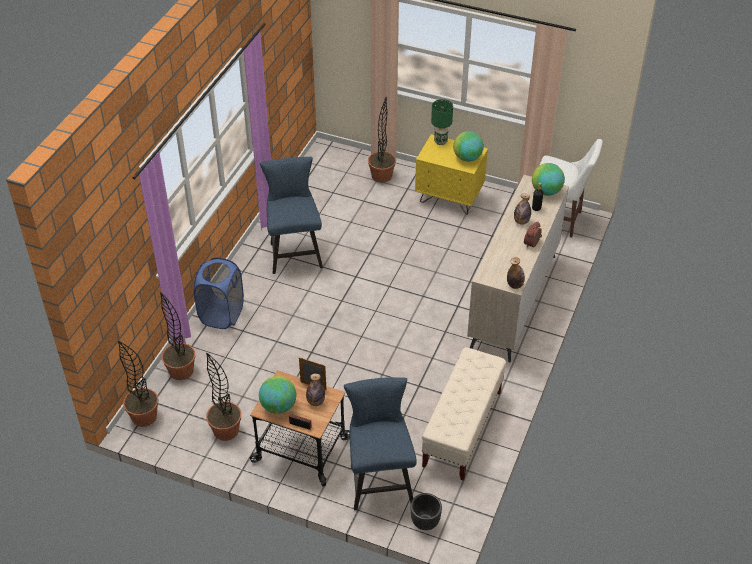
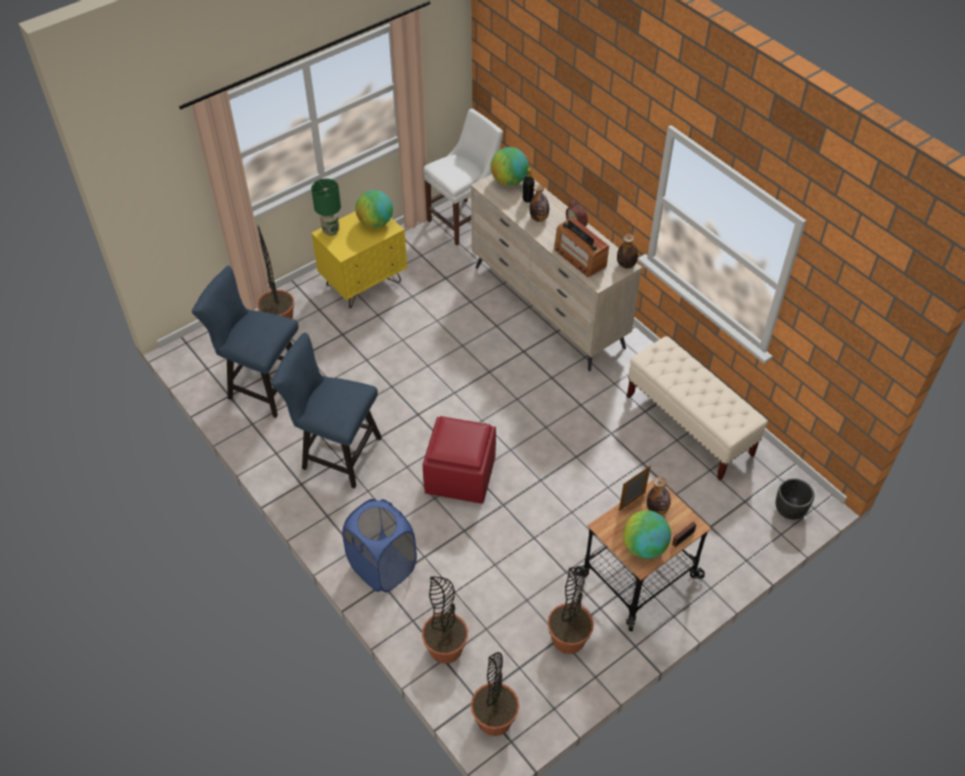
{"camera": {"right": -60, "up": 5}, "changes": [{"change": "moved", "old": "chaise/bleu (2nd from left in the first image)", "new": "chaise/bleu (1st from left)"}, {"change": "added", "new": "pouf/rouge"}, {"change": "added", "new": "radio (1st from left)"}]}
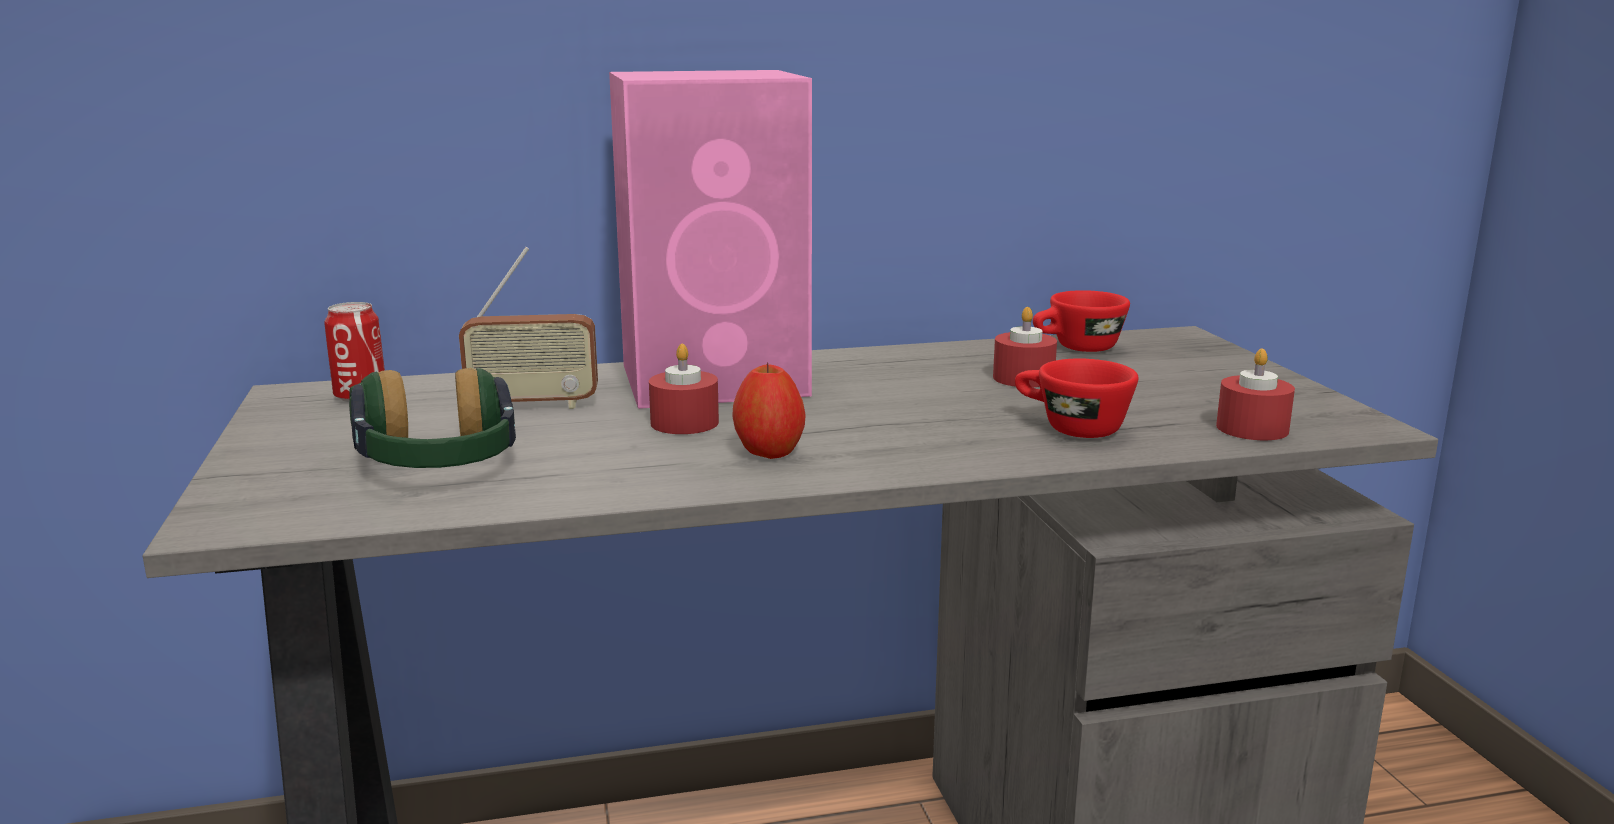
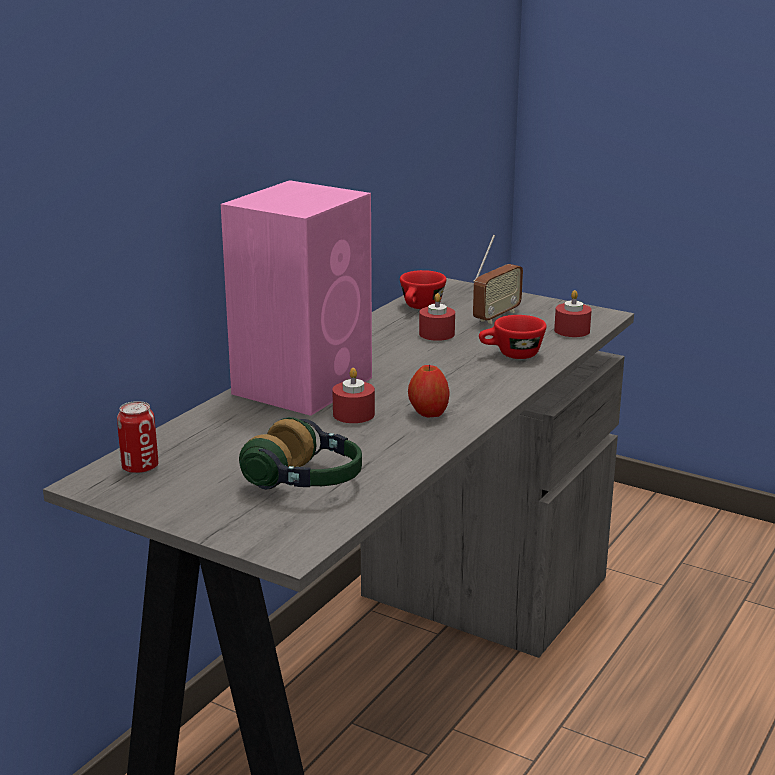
{"camera": {"right": -45, "up": 5}, "changes": [{"change": "moved", "old": "radio"}]}
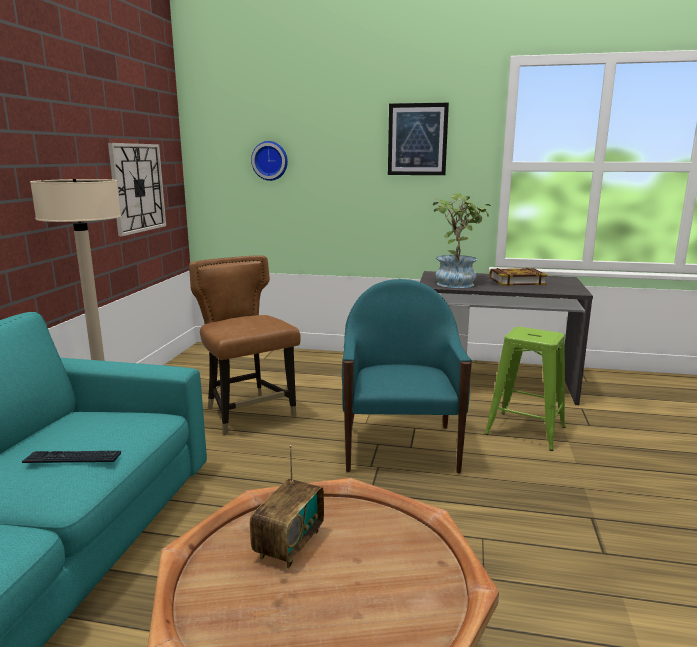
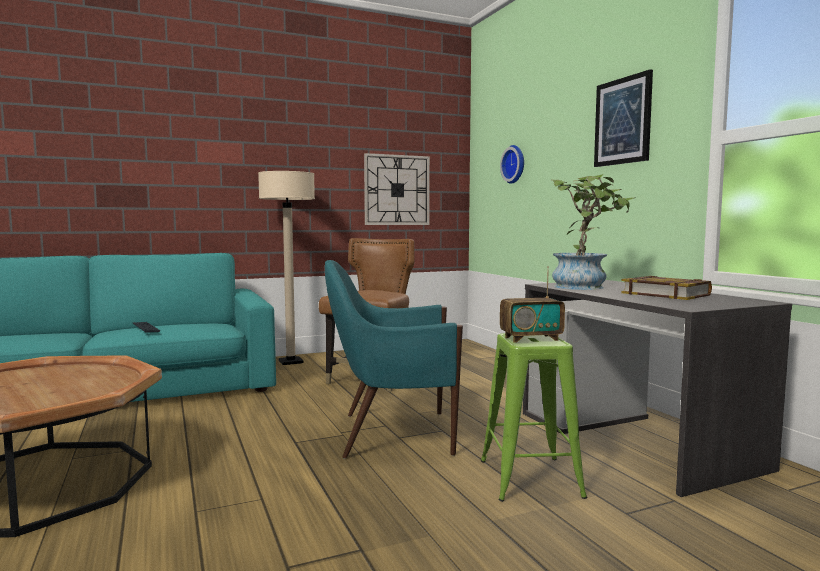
{"camera": {"right": 55, "up": -10}, "changes": [{"change": "moved", "old": "radio"}, {"change": "turned", "old": "fauteuil/turquoise", "degrees": -150}]}
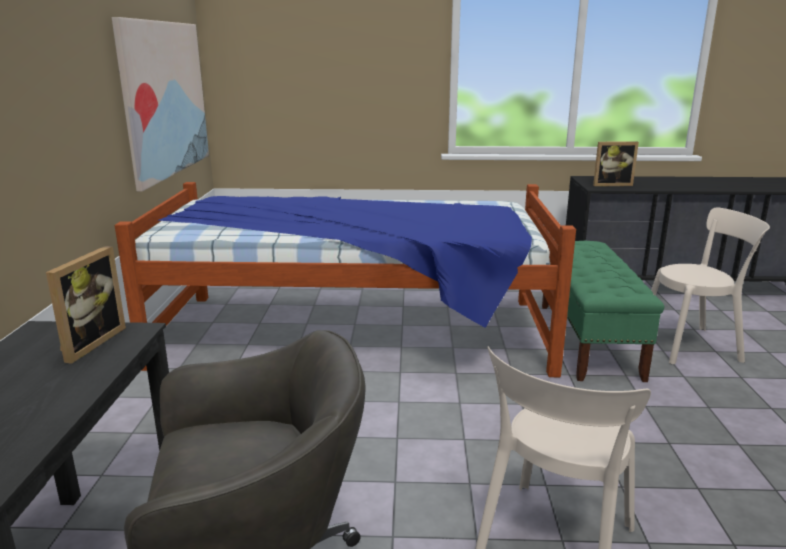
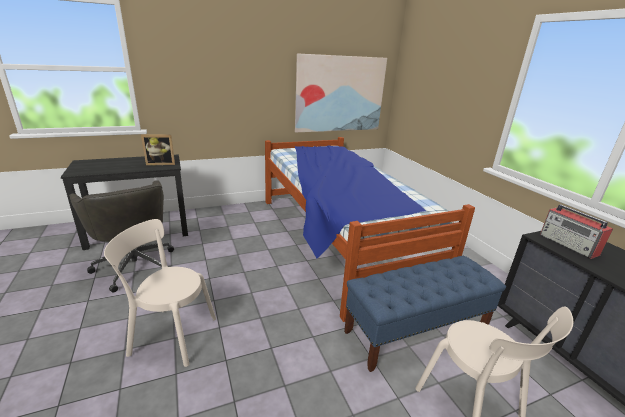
{"camera": {"right": 65, "up": 5}, "changes": [{"change": "recoloured", "old": "banc/vert", "new": "banc/bleu"}, {"change": "replaced", "old": "cadre photo (2nd from left)", "new": "radio"}]}
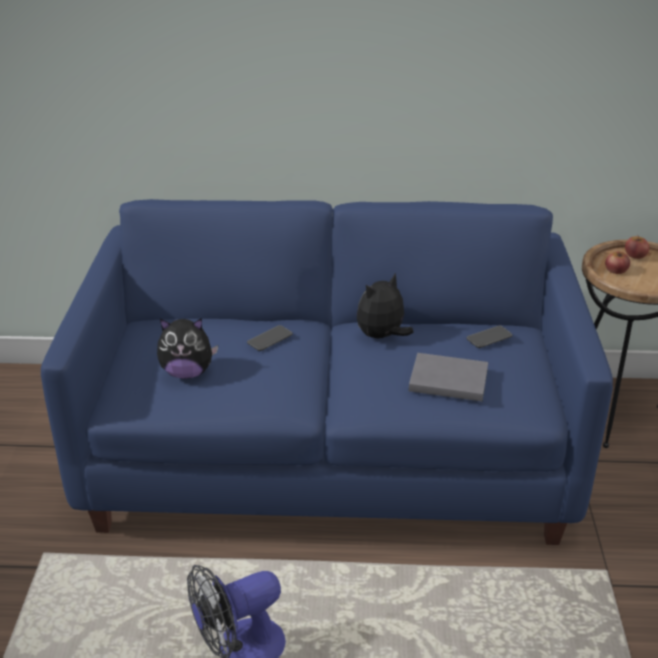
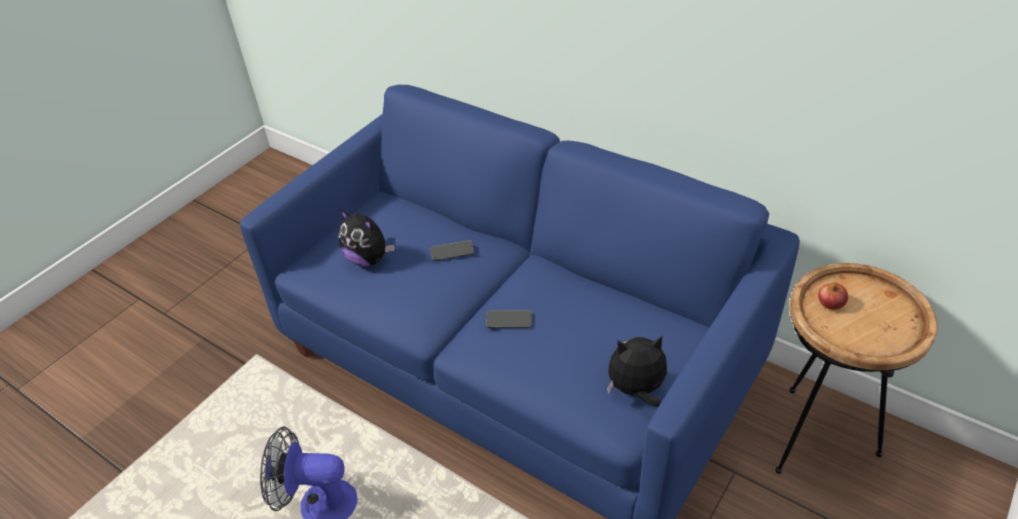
{"camera": {"right": 35, "up": 10}, "changes": [{"change": "moved", "old": "peluche (2nd from left)"}, {"change": "removed", "old": "livre/gris"}, {"change": "moved", "old": "téléphone (2nd from left)"}, {"change": "removed", "old": "pomme (2nd from left)"}]}
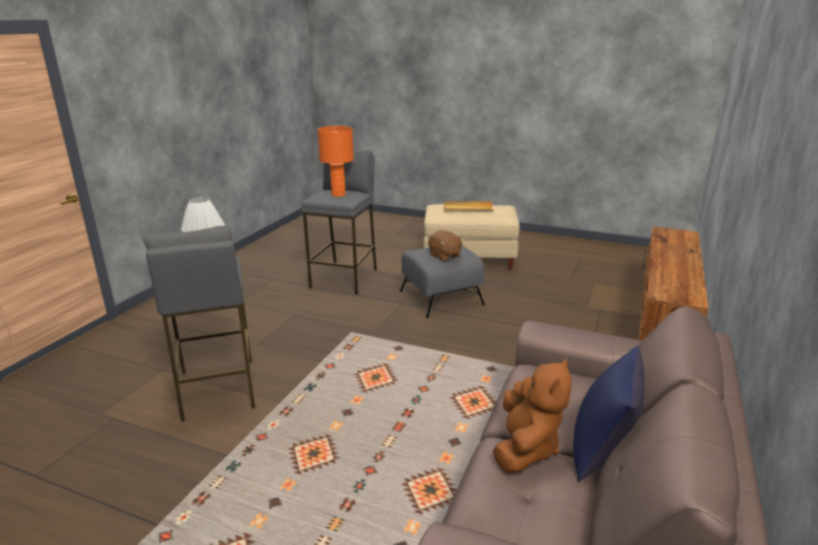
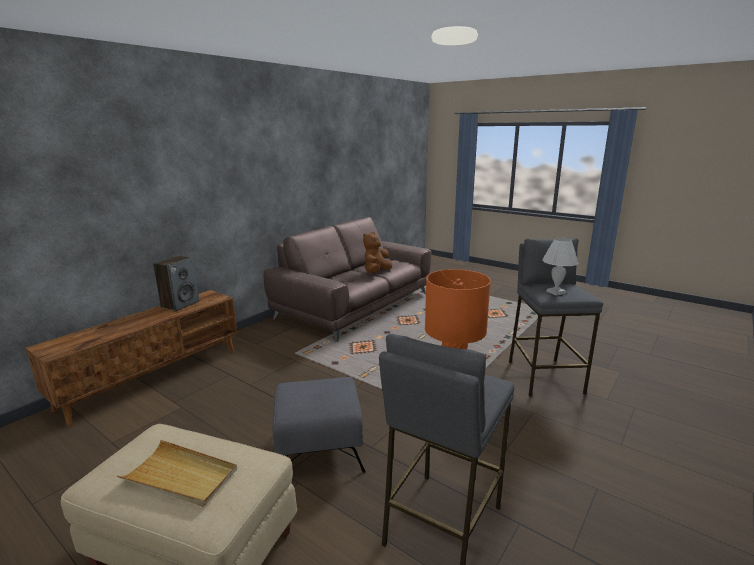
{"camera": {"right": -165, "up": -5}, "changes": [{"change": "removed", "old": "peluche/marron (1st from left)"}, {"change": "removed", "old": "coussin/bleu"}, {"change": "added", "new": "enceinte"}]}
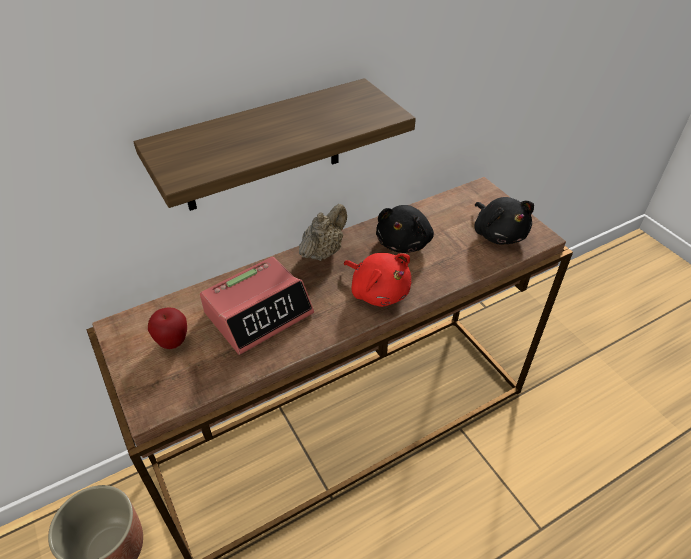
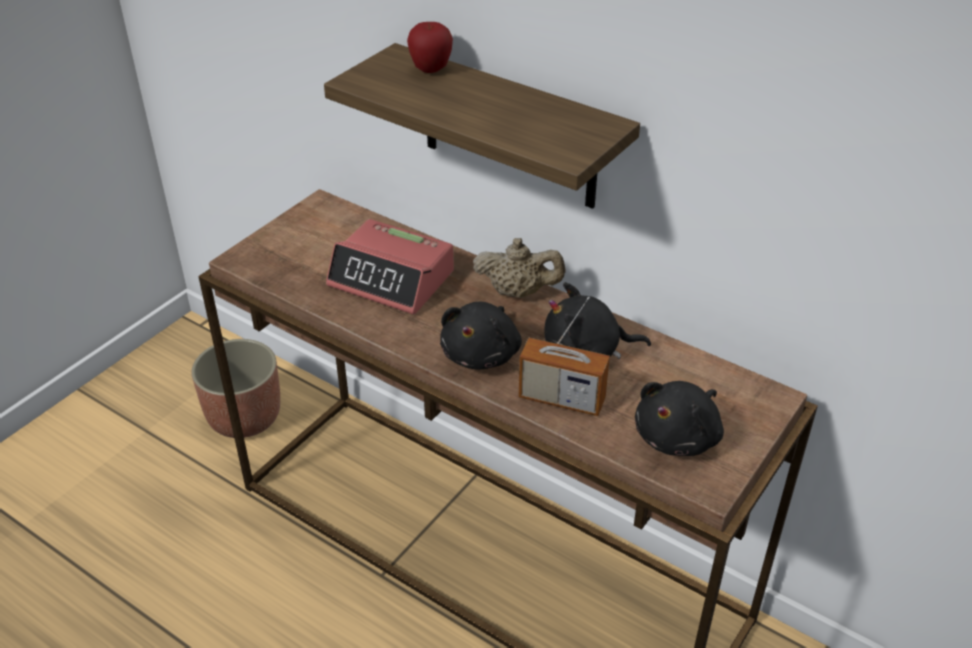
{"camera": {"right": 65, "up": -5}, "changes": [{"change": "moved", "old": "pomme"}, {"change": "recoloured", "old": "peluche/rouge", "new": "peluche/noir (1st from left)"}, {"change": "added", "new": "radio"}]}
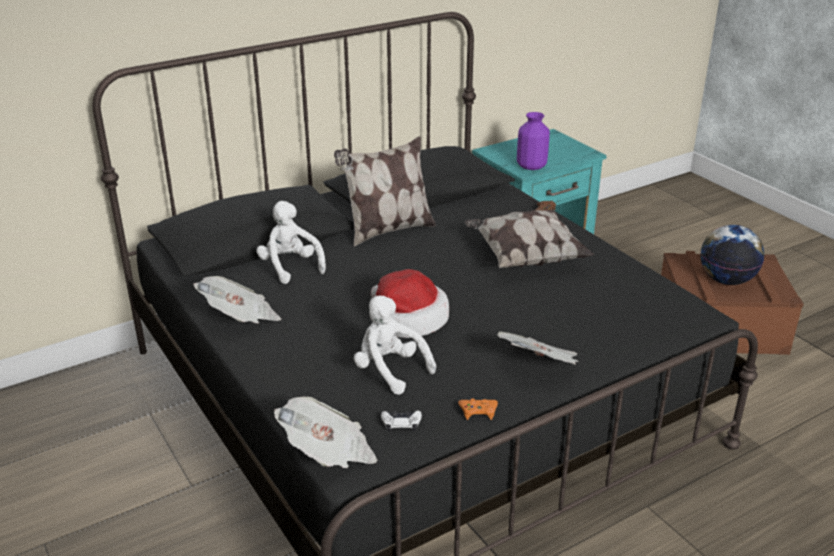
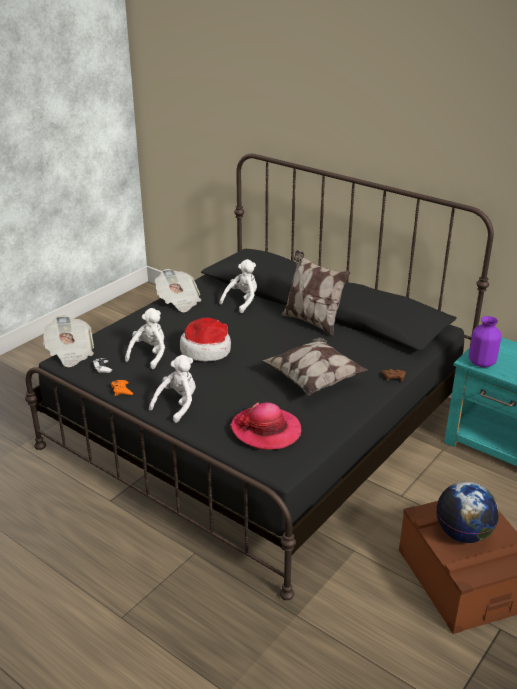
{"camera": {"right": 70, "up": 0}, "changes": [{"change": "replaced", "old": "journal (3rd from left)", "new": "peluche/blanc (2nd from left)"}, {"change": "added", "new": "chapeau (2nd from left)"}]}
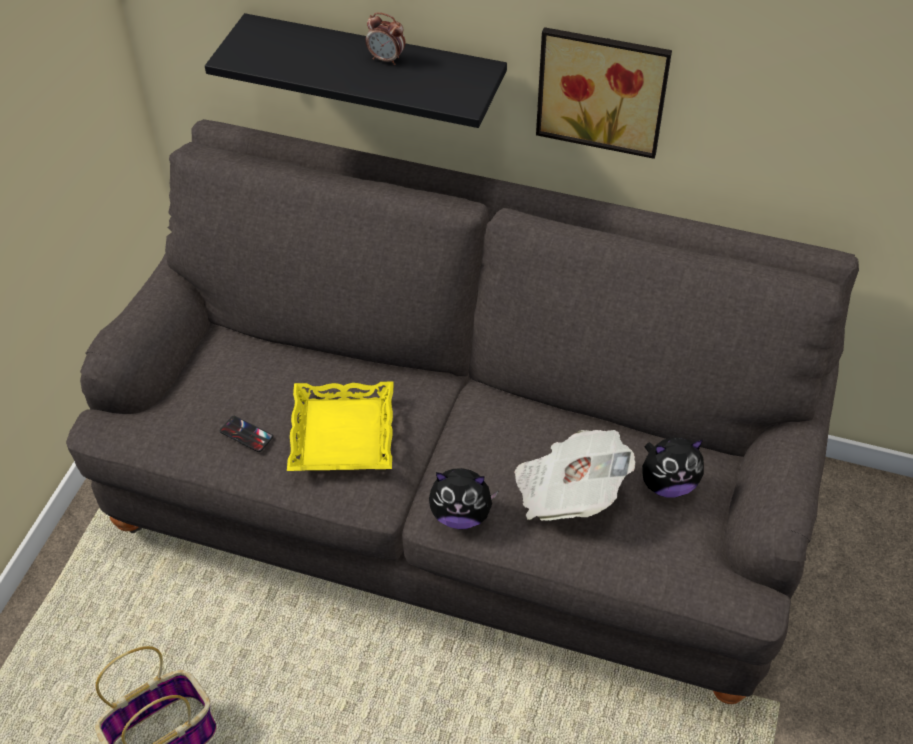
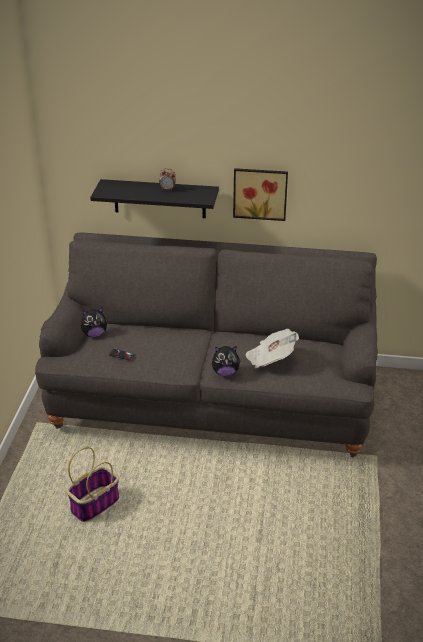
{"camera": {"right": -10, "up": -15}, "changes": [{"change": "removed", "old": "plateau/jaune"}, {"change": "moved", "old": "peluche (2nd from left in the first image)", "new": "peluche (1st from left)"}]}
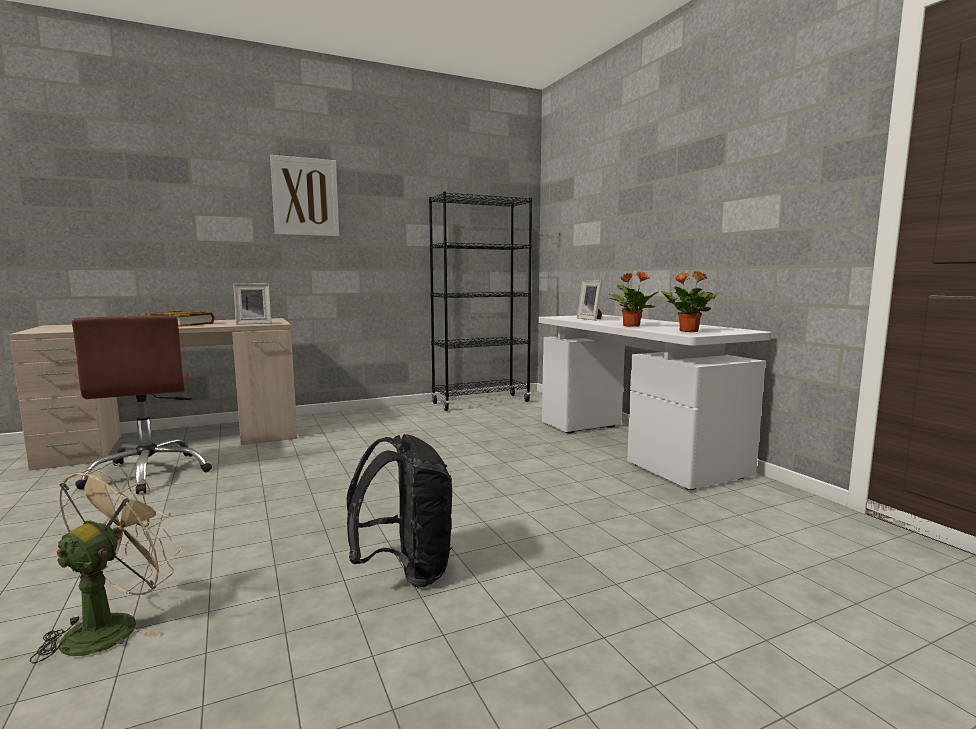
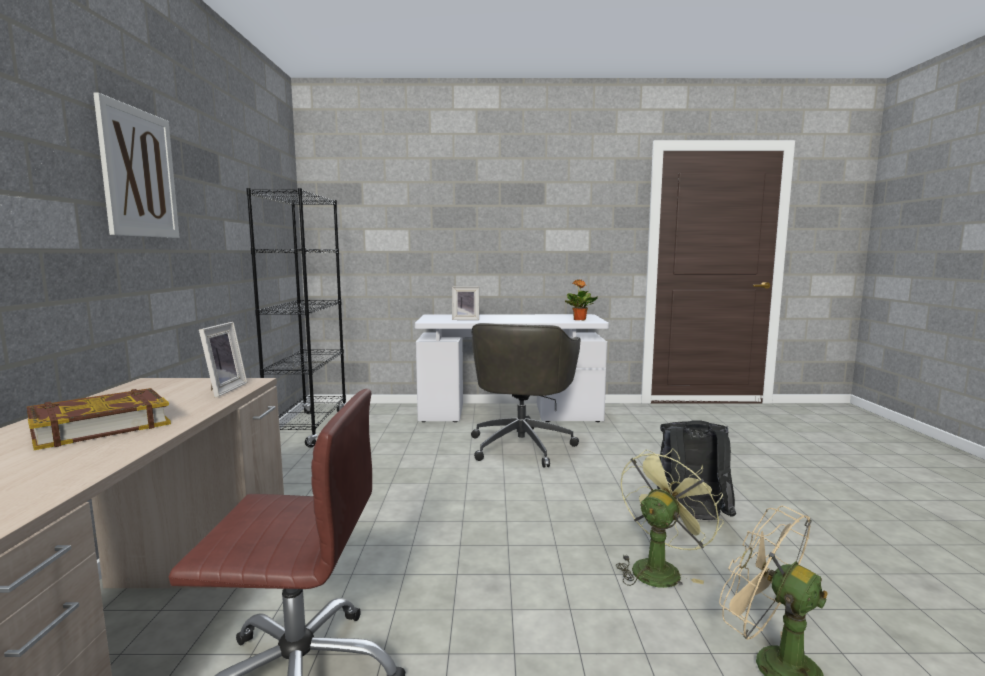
{"camera": {"right": -65, "up": 0}, "changes": [{"change": "removed", "old": "plante en pot (1st from left)"}, {"change": "added", "new": "chaise de bureau/gris"}, {"change": "added", "new": "ventilateur/vert"}]}
